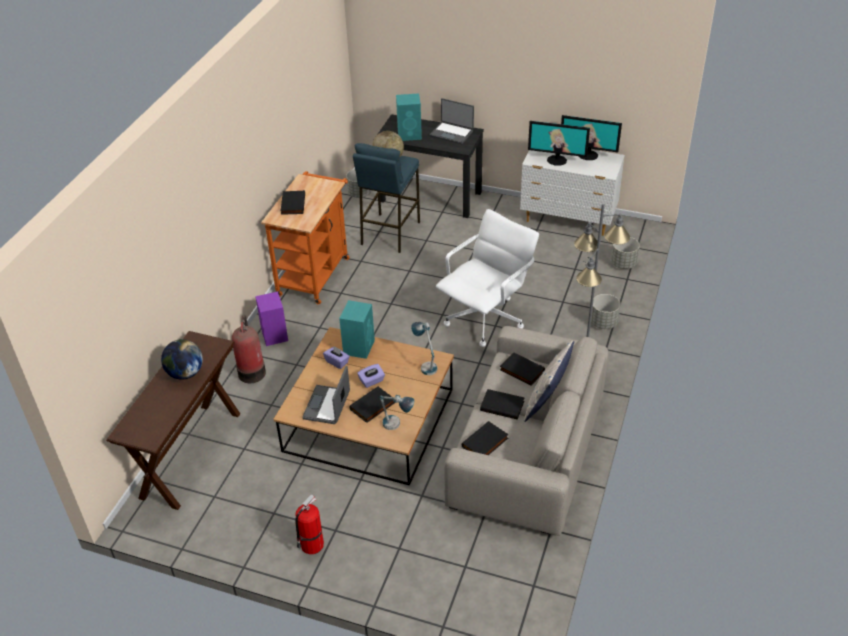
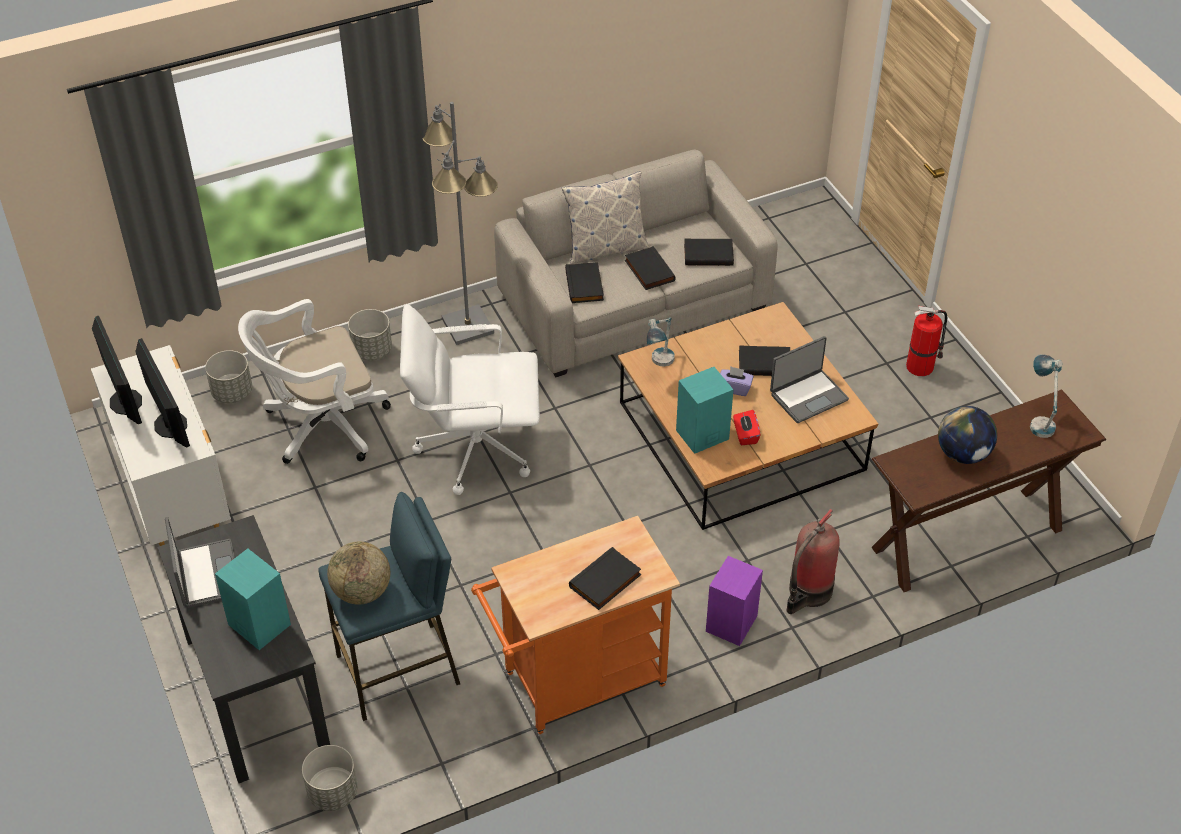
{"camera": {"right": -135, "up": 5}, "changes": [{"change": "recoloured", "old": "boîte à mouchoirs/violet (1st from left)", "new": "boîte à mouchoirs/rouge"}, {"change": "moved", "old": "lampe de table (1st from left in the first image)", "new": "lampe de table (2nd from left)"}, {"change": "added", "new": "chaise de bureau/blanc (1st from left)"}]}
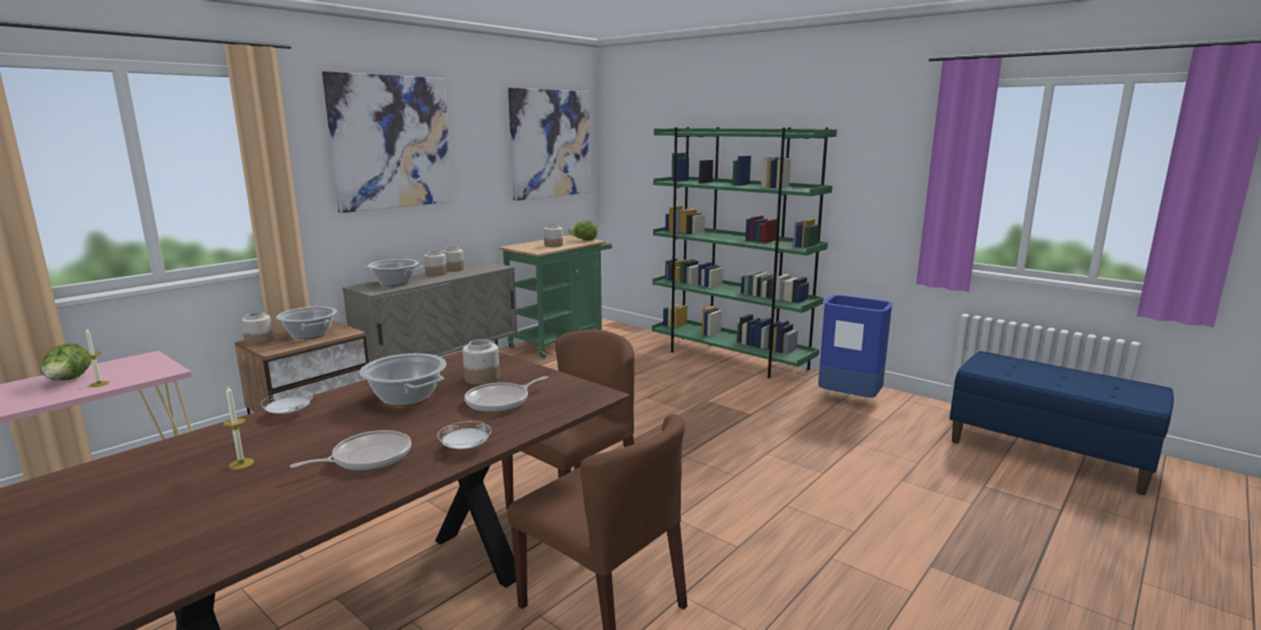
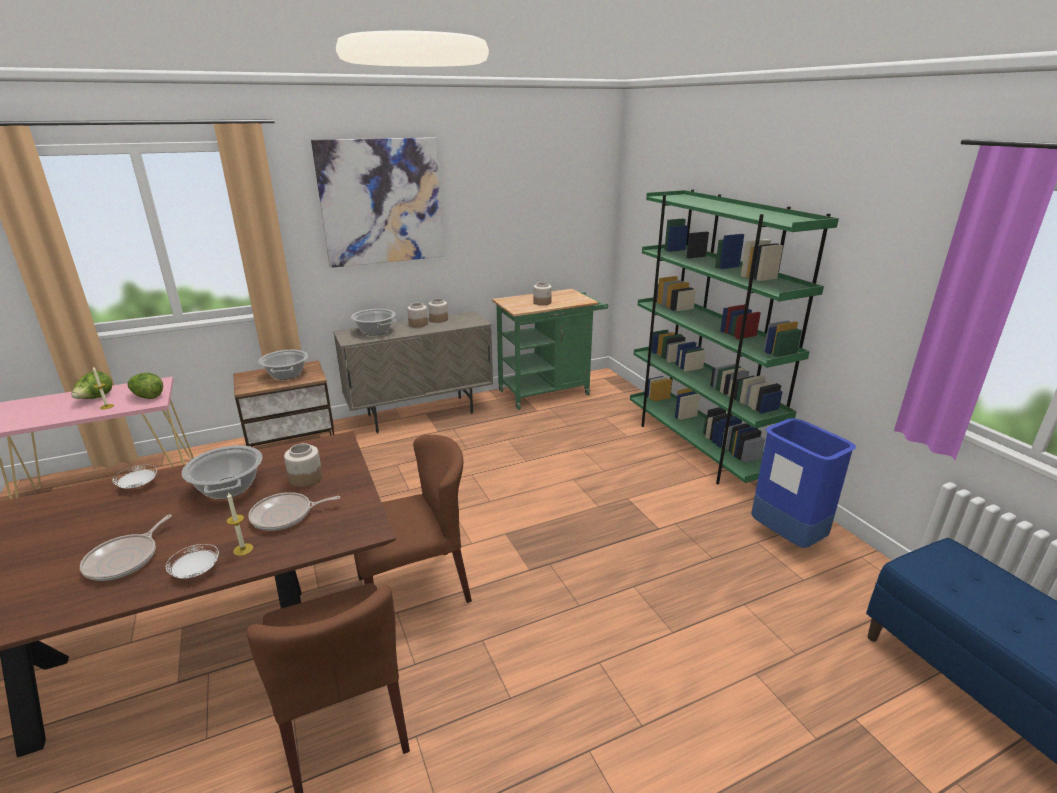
{"camera": {"right": 25, "up": 10}, "changes": [{"change": "moved", "old": "bougie (2nd from left)"}, {"change": "removed", "old": "bocal (1st from left)"}, {"change": "turned", "old": "poêle (1st from left)", "degrees": 120}, {"change": "removed", "old": "tableau (2nd from left)"}, {"change": "moved", "old": "laitue (2nd from left)"}]}
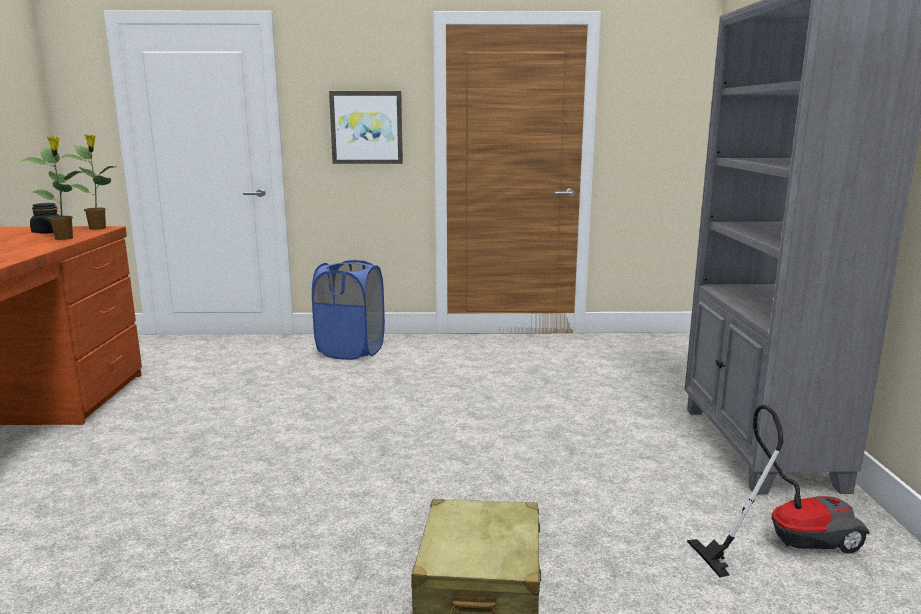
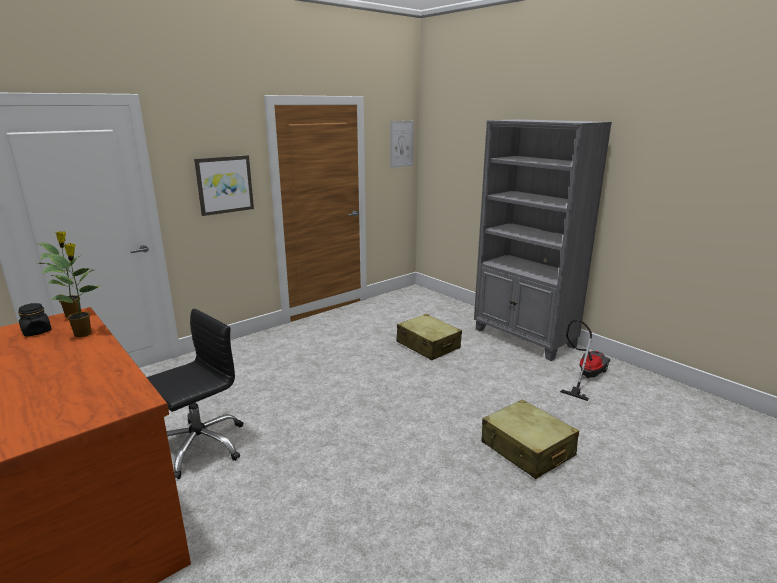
{"camera": {"right": -40, "up": 5}, "changes": [{"change": "removed", "old": "panier à linge/bleu"}, {"change": "added", "new": "chaise de bureau/noir"}, {"change": "added", "new": "tableau (2nd from left)"}, {"change": "added", "new": "valise/beige (1st from left)"}]}
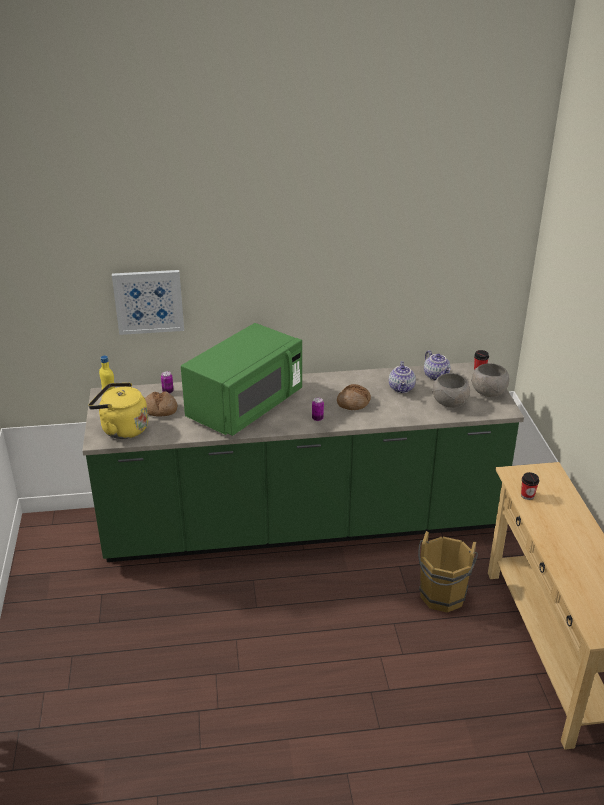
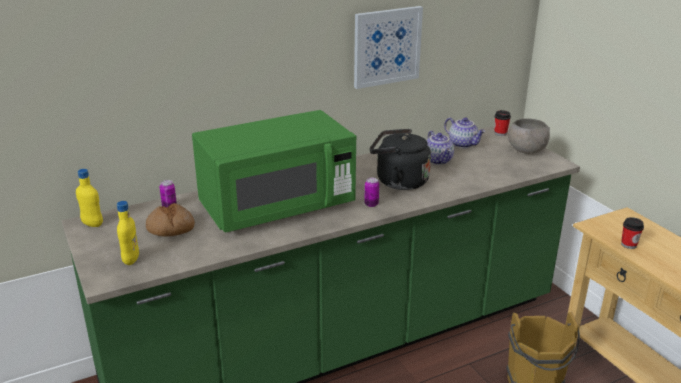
{"camera": {"right": -20, "up": -5}, "changes": [{"change": "replaced", "old": "bouilloire/jaune", "new": "bouteille/jaune (2nd from left)"}, {"change": "moved", "old": "tableau"}, {"change": "turned", "old": "micro-ondes/vert", "degrees": 45}, {"change": "replaced", "old": "pain (2nd from left)", "new": "bouilloire/noir"}, {"change": "removed", "old": "bol/gris (1st from left)"}]}
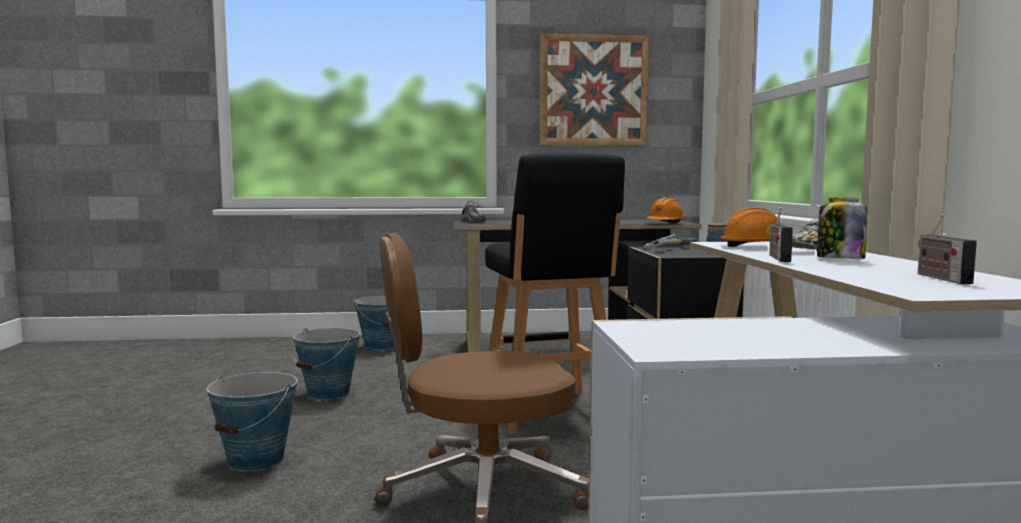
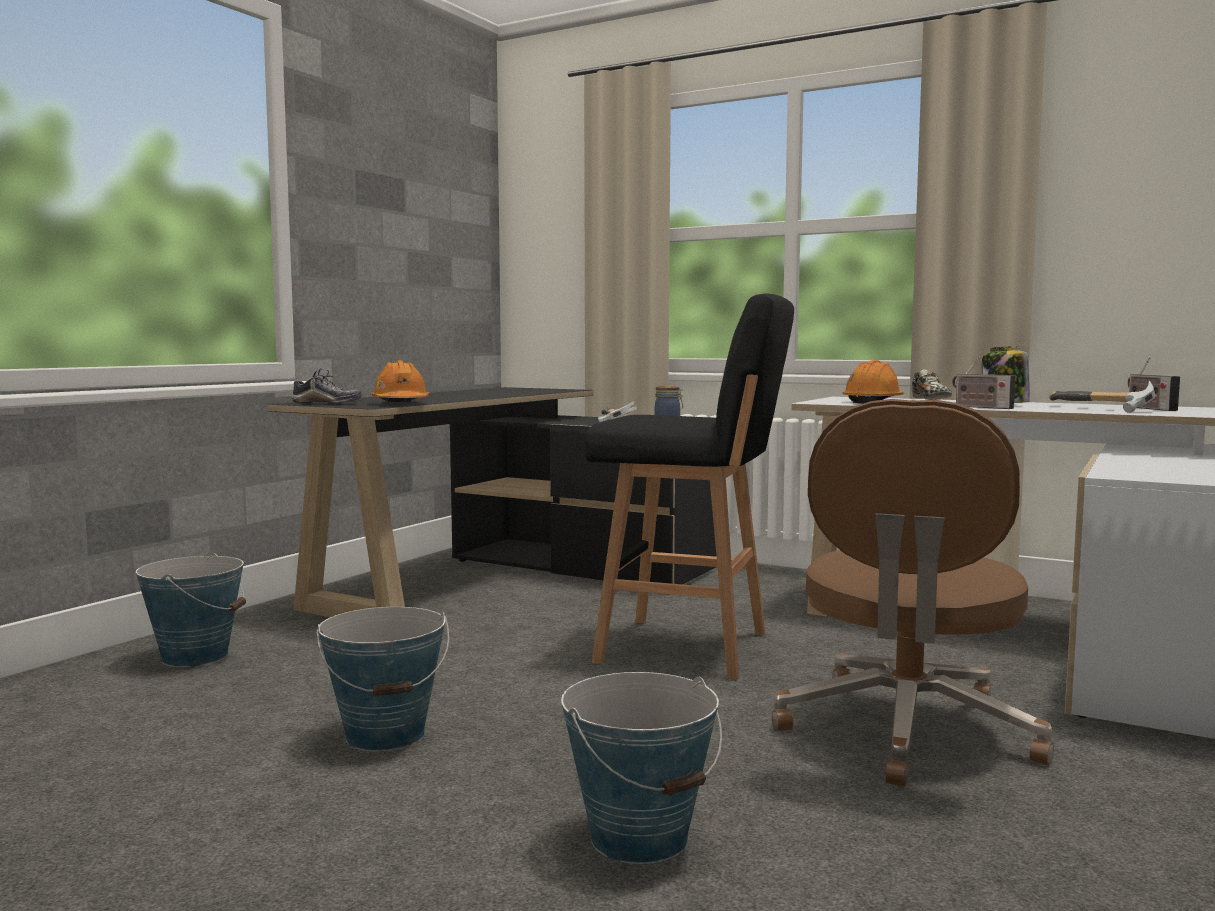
{"camera": {"right": -55, "up": 0}, "changes": [{"change": "removed", "old": "tableau"}, {"change": "moved", "old": "casque de chantier/orange (1st from left)"}, {"change": "turned", "old": "radio (2nd from left)", "degrees": 45}, {"change": "added", "new": "marteau (2nd from left)"}]}
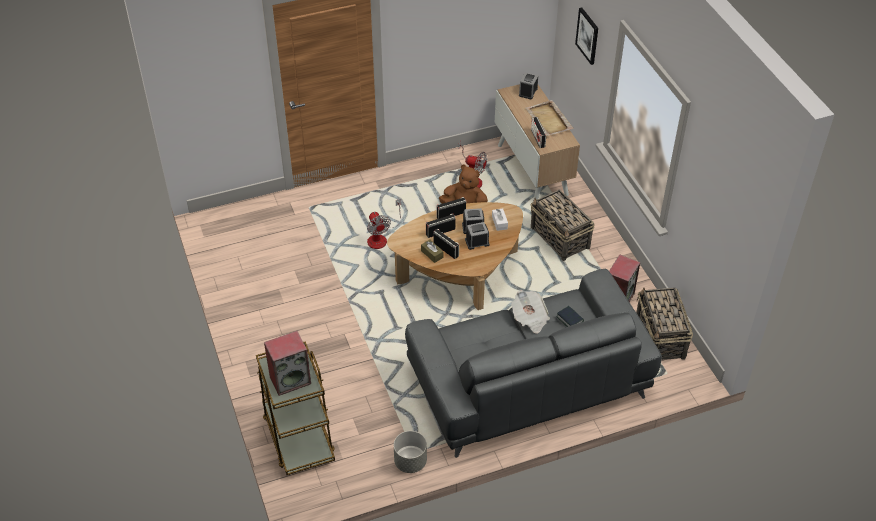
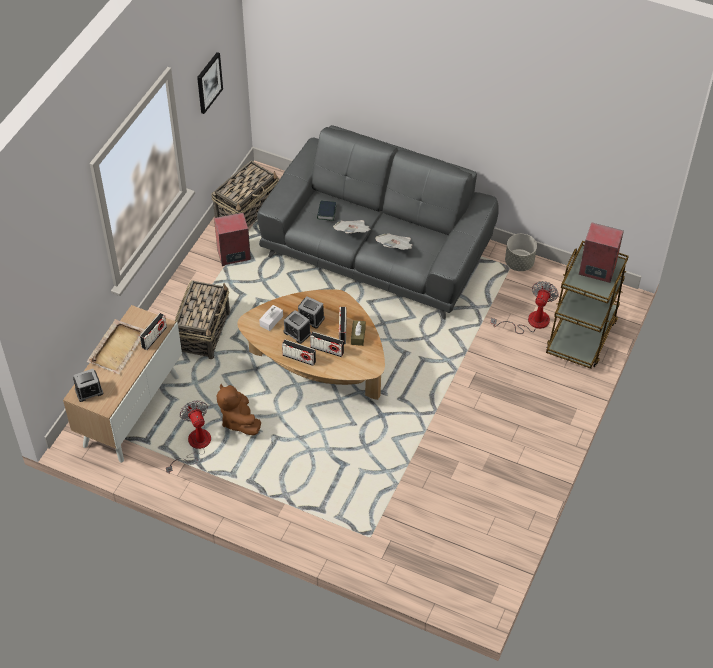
{"camera": {"right": -135, "up": 5}, "changes": [{"change": "moved", "old": "ventilateur (1st from left in the first image)", "new": "ventilateur (2nd from left)"}, {"change": "moved", "old": "tableau"}, {"change": "added", "new": "journal (2nd from left)"}]}
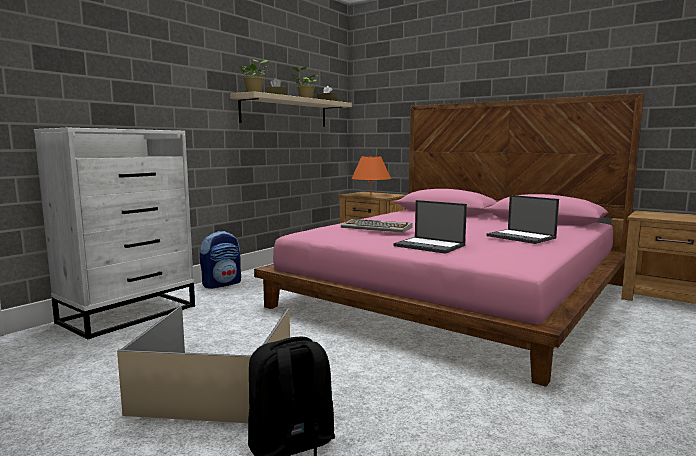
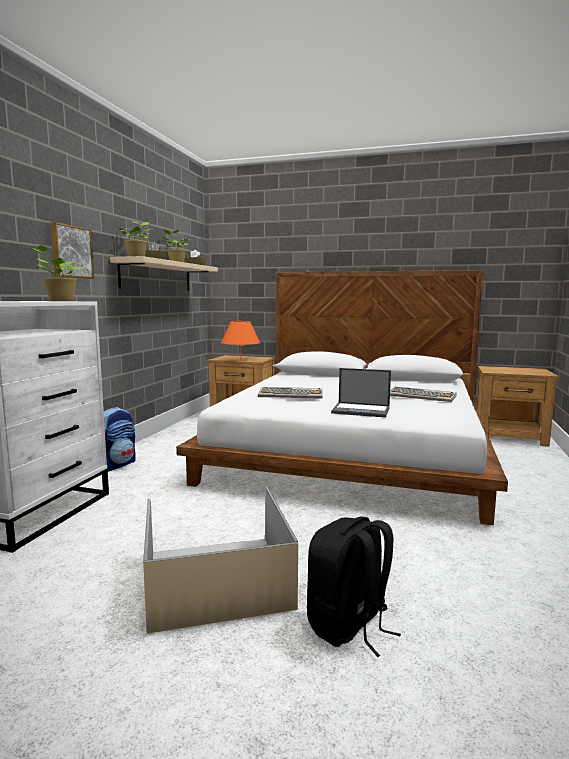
{"camera": {"right": -20, "up": 0}, "changes": [{"change": "recoloured", "old": "lit/rose", "new": "lit/blanc"}, {"change": "replaced", "old": "ordinateur portable (2nd from left)", "new": "clavier (2nd from left)"}, {"change": "added", "new": "plante en pot (1st from left)"}, {"change": "added", "new": "tableau"}]}
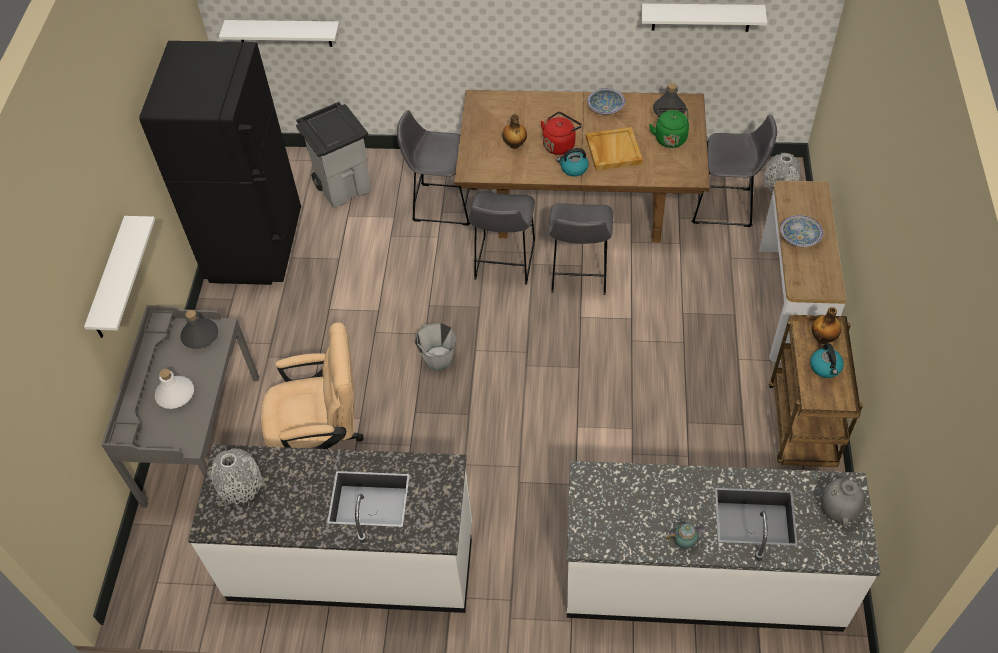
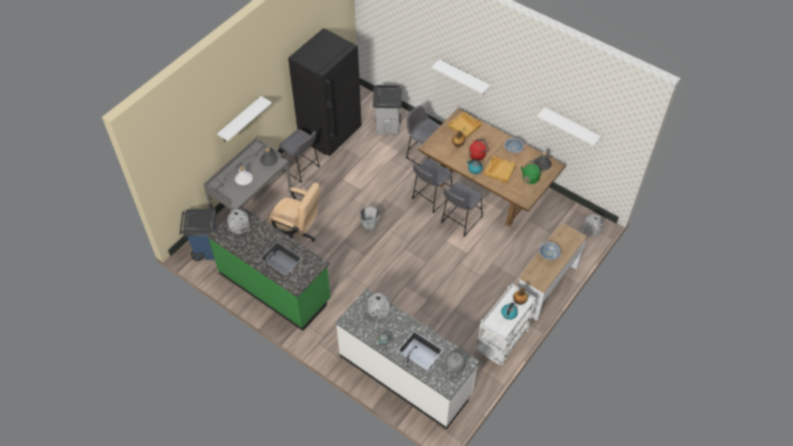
{"camera": {"right": 30, "up": 0}, "changes": [{"change": "recoloured", "old": "comptoir de cuisine/blanc (1st from left)", "new": "comptoir de cuisine/vert"}, {"change": "moved", "old": "étagère/blanc (2nd from left)"}, {"change": "moved", "old": "tabouret/gris (4th from left in the first image)", "new": "tabouret/gris (1st from left)"}, {"change": "recoloured", "old": "chariot/marron", "new": "chariot/blanc"}, {"change": "added", "new": "poubelle/bleu"}, {"change": "added", "new": "vase/gris (2nd from left)"}, {"change": "added", "new": "plateau/beige (1st from left)"}]}
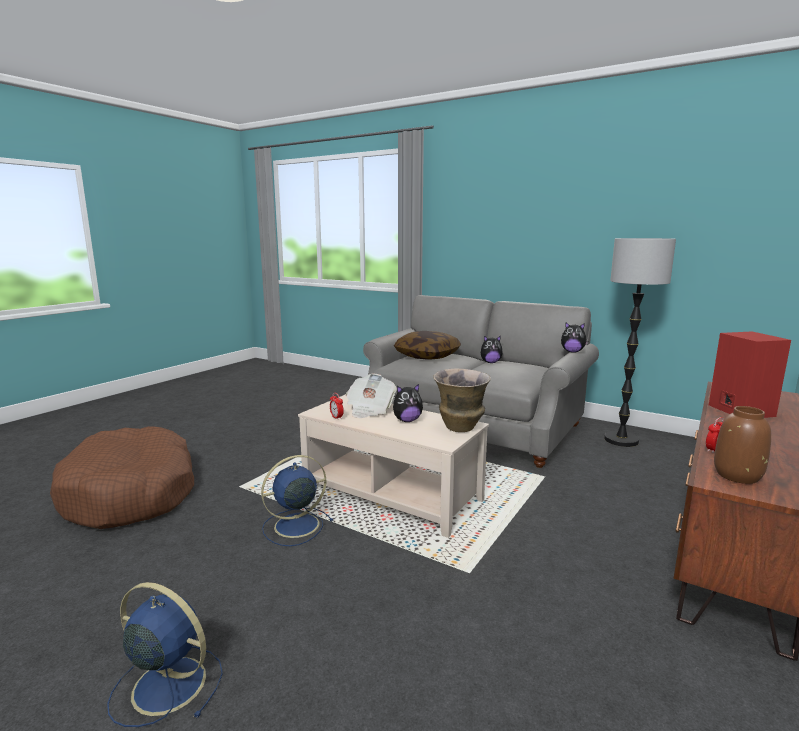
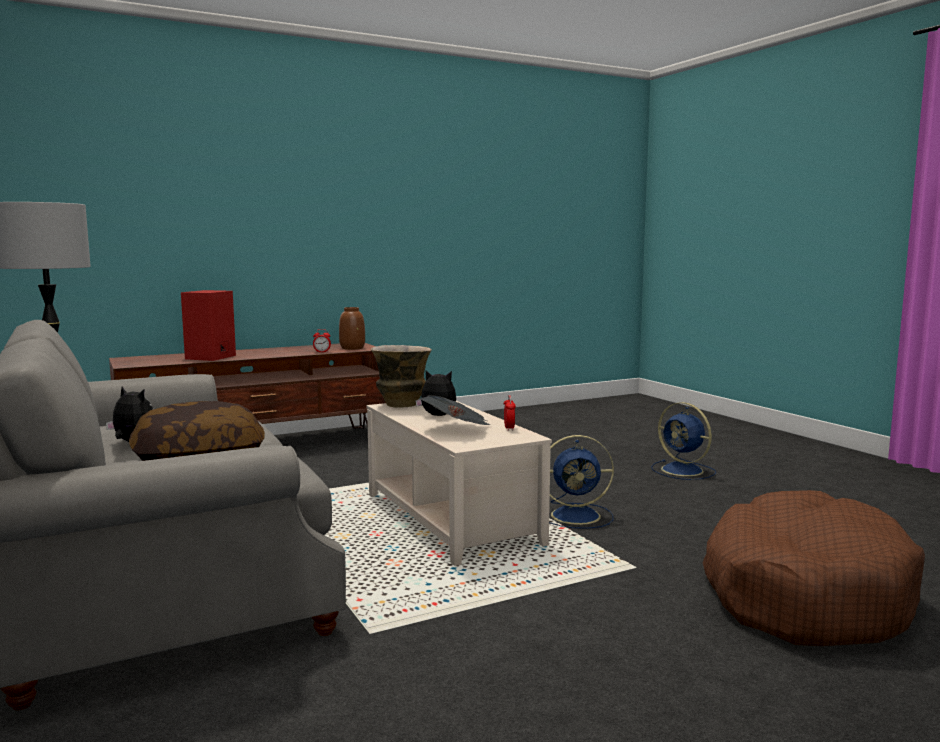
{"camera": {"right": -150, "up": -5}, "changes": [{"change": "removed", "old": "peluche (3rd from left)"}]}
